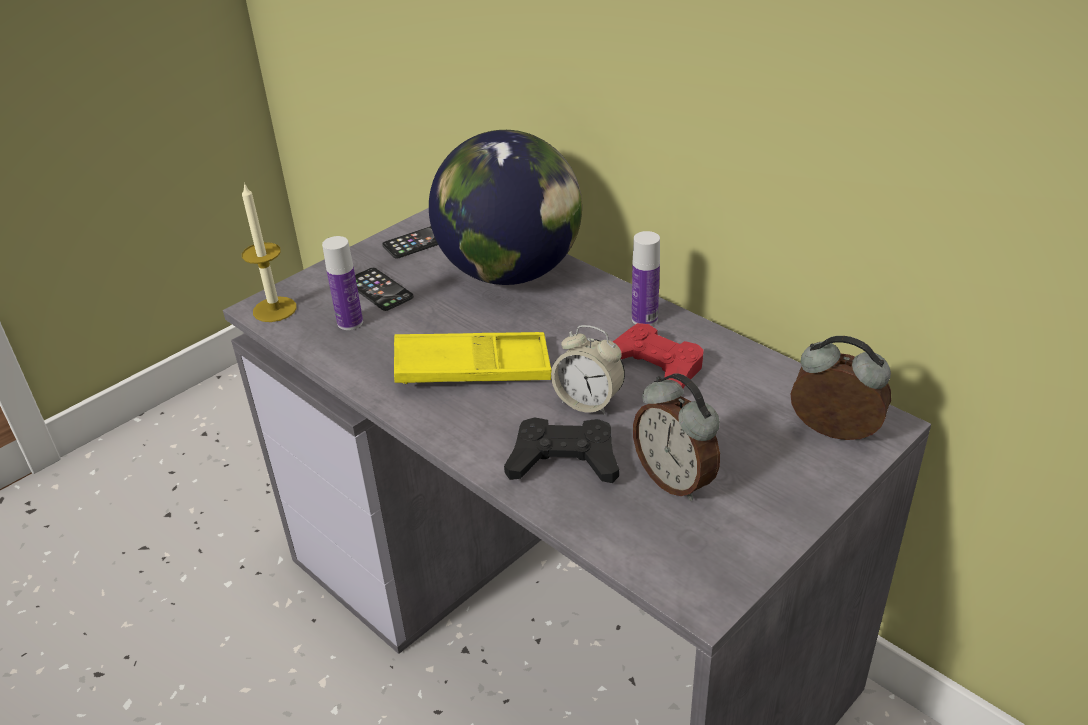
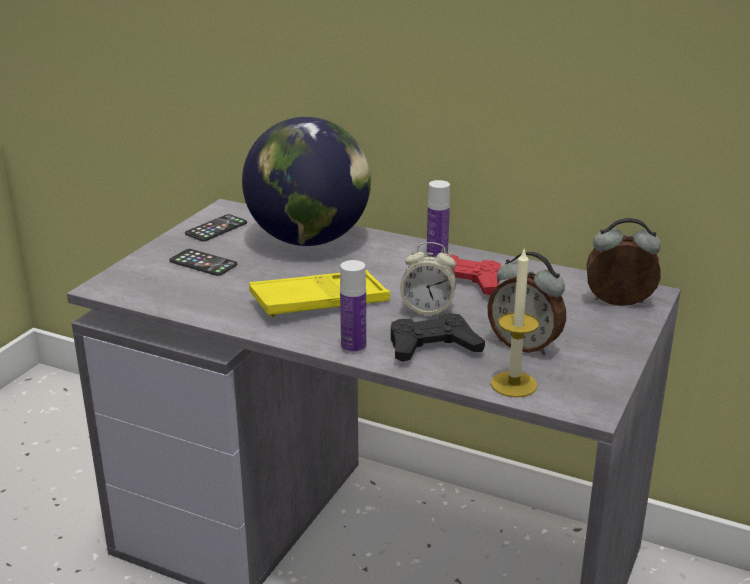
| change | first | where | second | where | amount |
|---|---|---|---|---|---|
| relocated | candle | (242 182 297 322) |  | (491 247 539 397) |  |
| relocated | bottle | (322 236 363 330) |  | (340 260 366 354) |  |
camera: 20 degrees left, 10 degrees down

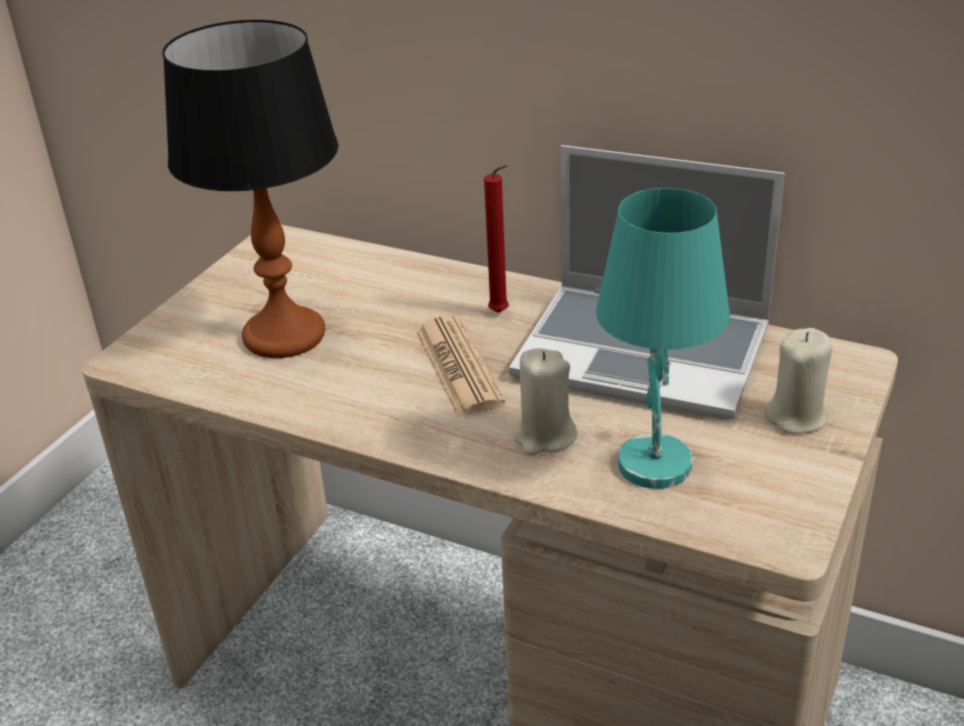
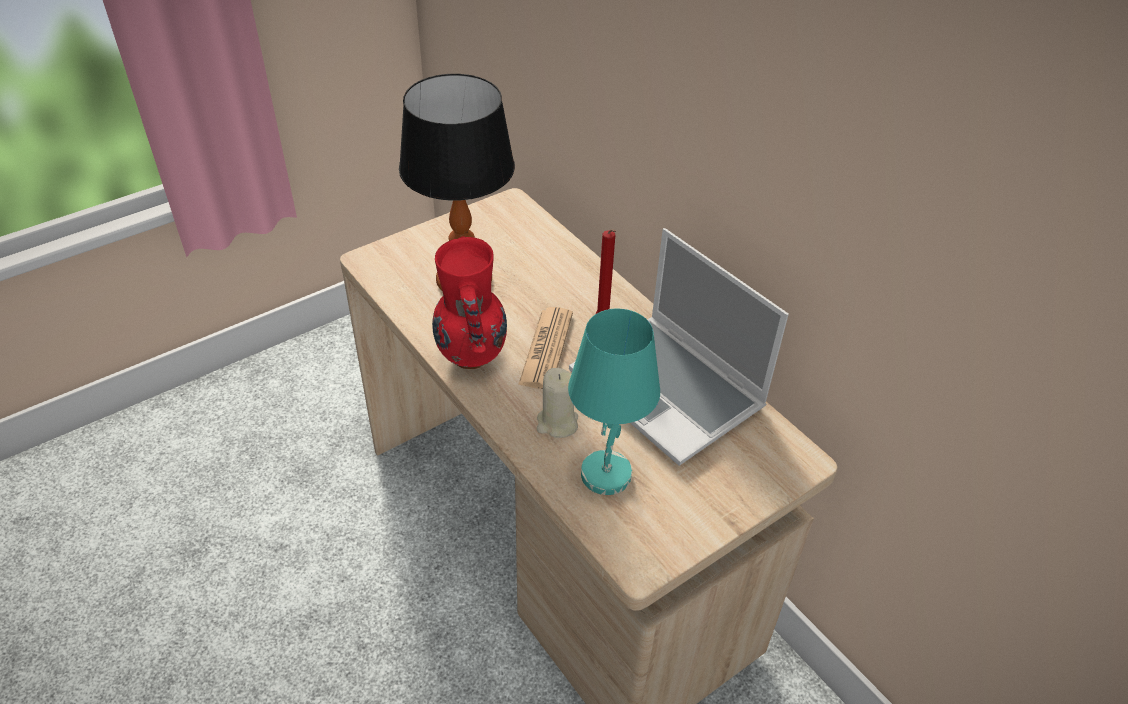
| change | first | where | second | where | amount |
|---|---|---|---|---|---|
| missing | beige candle | (764 328 832 434) |  |  |  |
| appeared |  |  | red vase | (432 236 507 370) |  |
camera: 25 degrees right, 10 degrees up

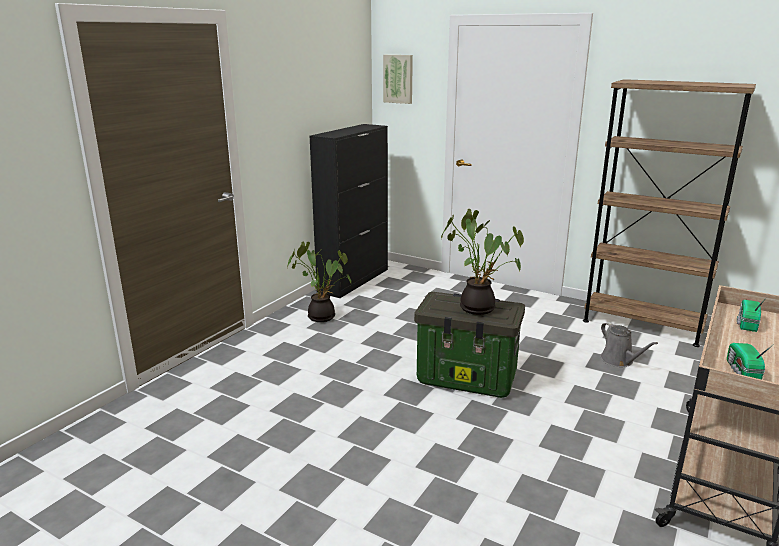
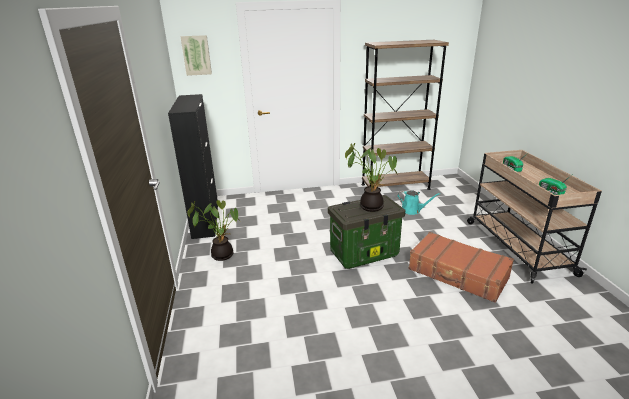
| change | first | where | second | where | amount |
|---|---|---|---|---|---|
| appeared |  |  | brown suitcase | (409 232 514 303) |  |
| colour | grey watering can | (600 322 658 367) | turquoise watering can | (397 190 440 215) |  |
camera: 40 degrees left, 5 degrees up

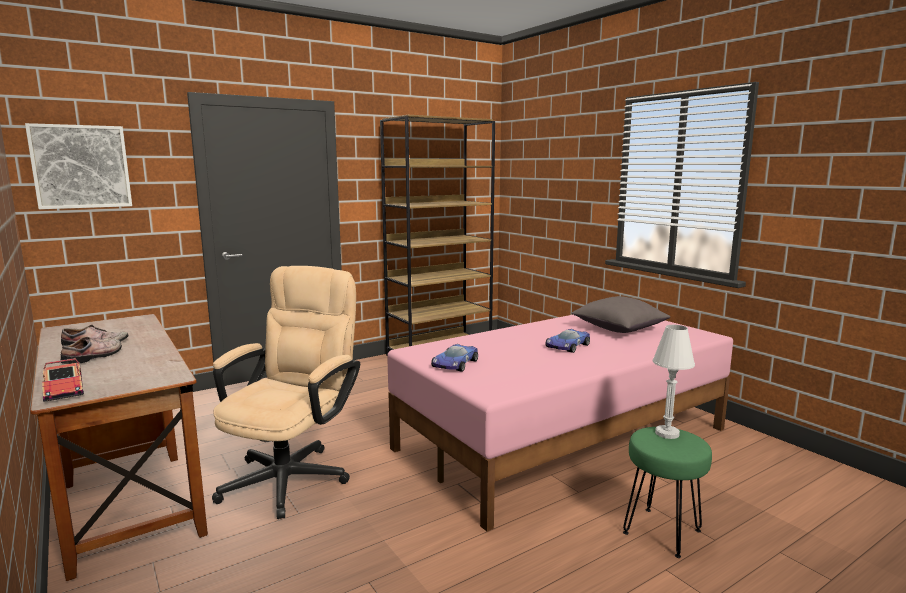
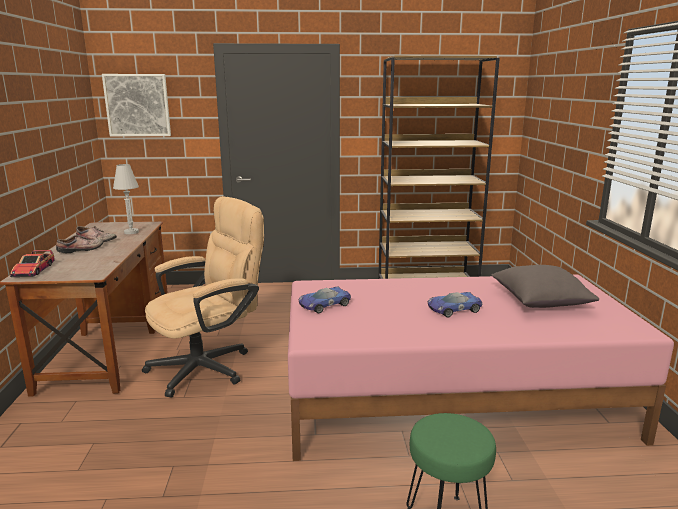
| change | first | where | second | where | amount |
|---|---|---|---|---|---|
| relocated | white table lamp | (653 325 695 439) |  | (113 164 139 234) |  |
camera: 30 degrees right, 5 degrees up

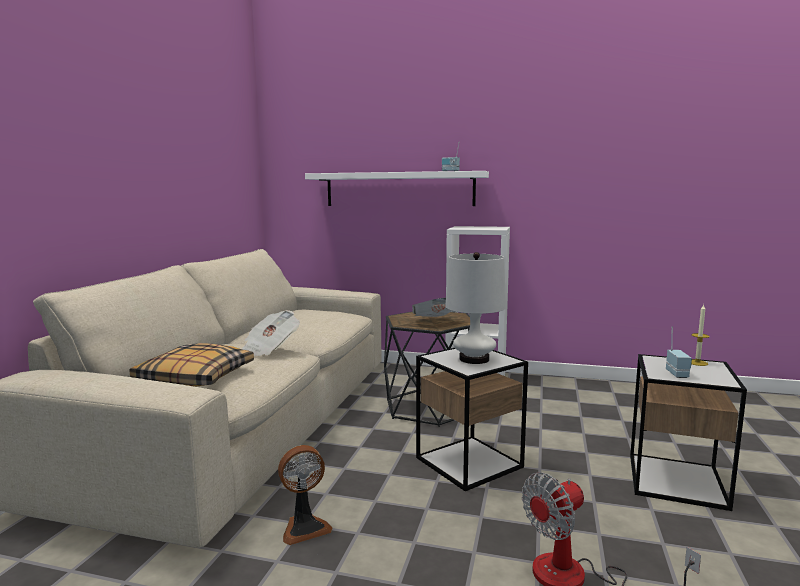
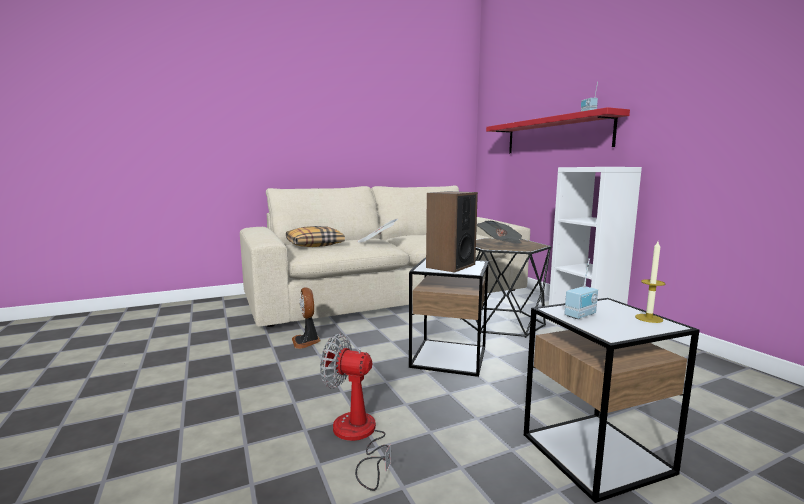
| change | first | where | second | where | amount |
|---|---|---|---|---|---|
| exchanged | white table lamp | (445 252 506 364) | speaker | (426 191 478 272) |  |
| colour | white shelf | (305 171 489 206) | red shelf | (486 107 630 153) |  |
| spun | fan | (278 445 333 545) |  | (292 287 321 349) | 45 degrees clockwise |
camera: 50 degrees right, 0 degrees up

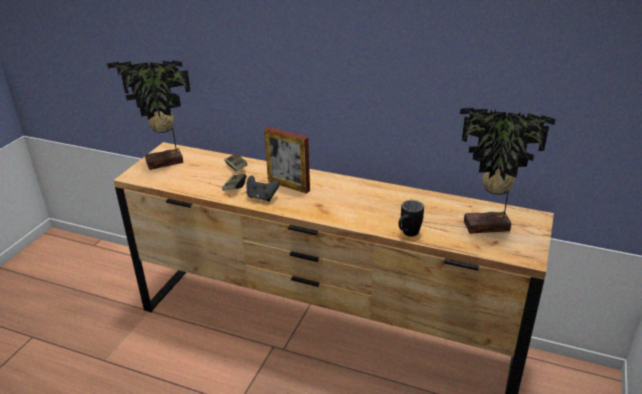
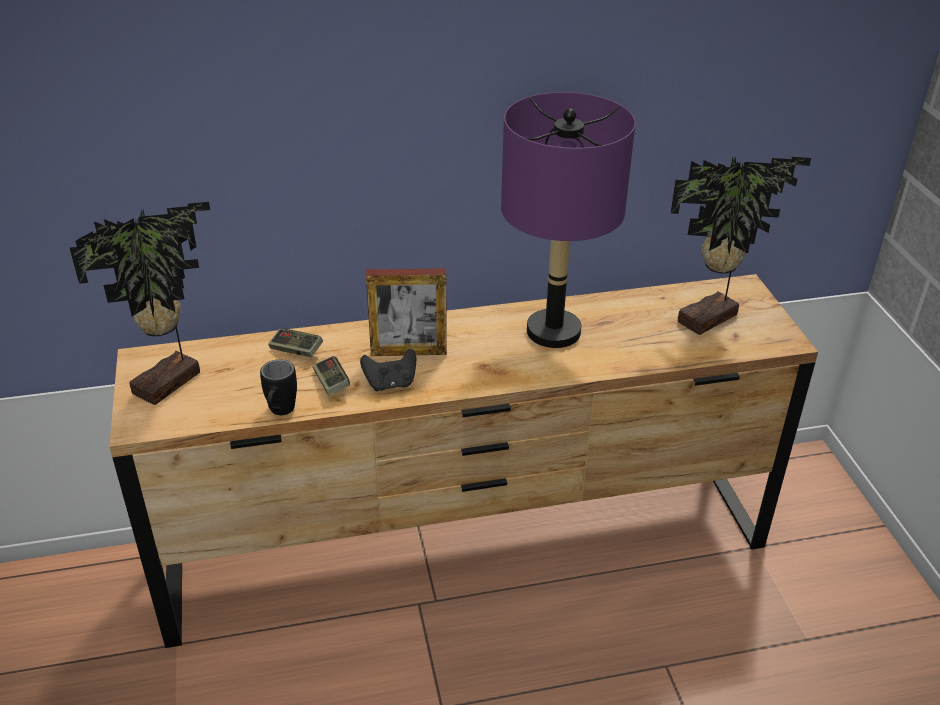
| change | first | where | second | where | amount |
|---|---|---|---|---|---|
| appeared |  |  | purple table lamp | (501 92 636 348) |  |
| relocated | black mug | (398 200 424 237) |  | (260 359 297 415) |  |
camera: 35 degrees left, 5 degrees up

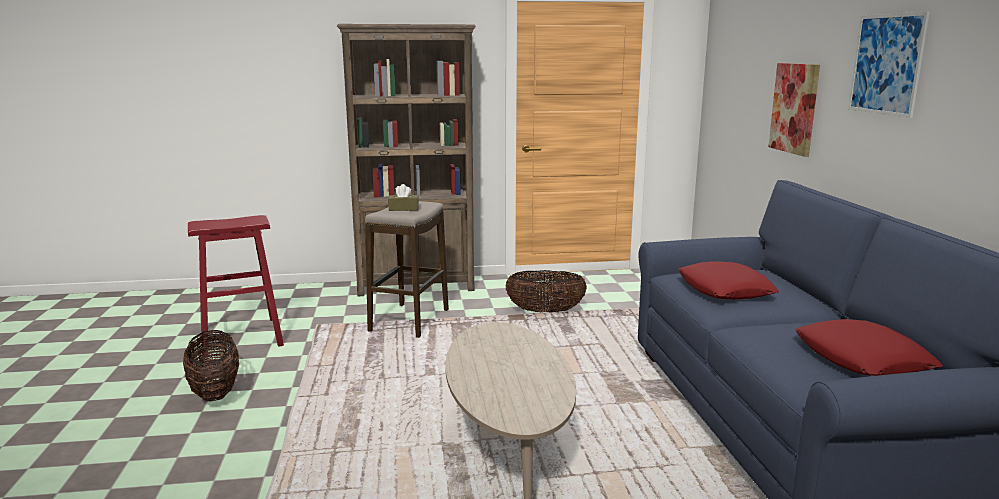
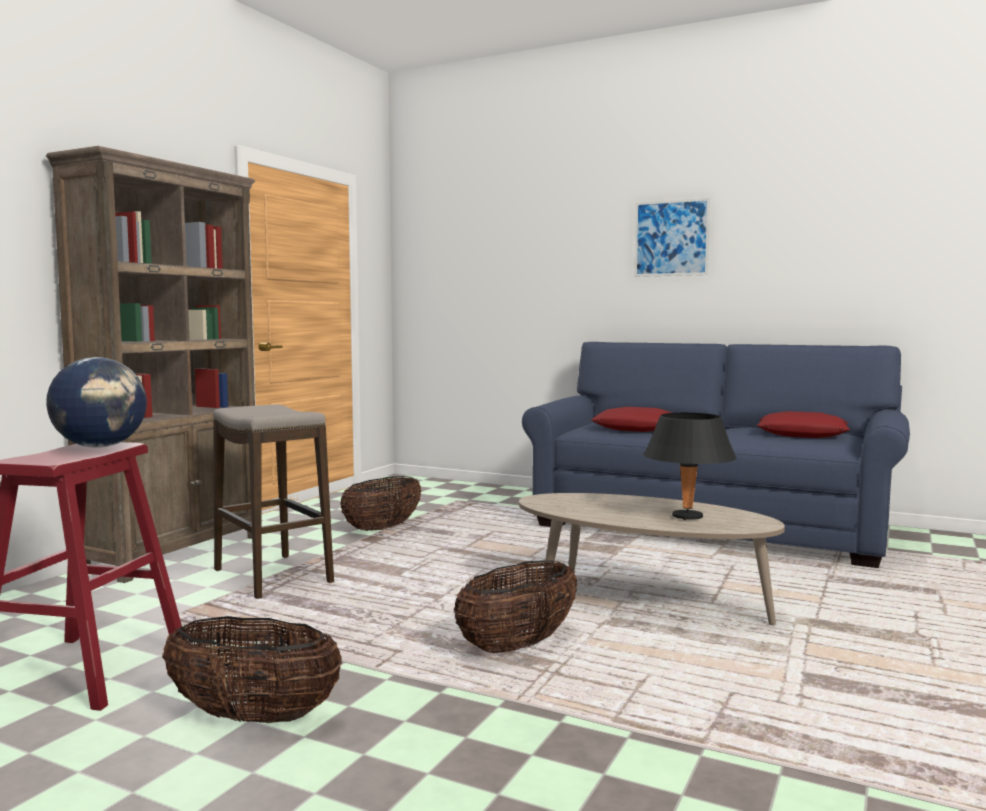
| change | first | where | second | where | amount |
|---|---|---|---|---|---|
| missing | brown tissue box | (388 184 419 211) |  |  |  |
| missing | picture | (768 63 820 157) |  |  |  |
| appeared |  |  | globe | (46 357 147 448) |  |
| appeared |  |  | basket | (454 560 578 653) |  |
| appeared |  |  | black table lamp | (643 413 736 520) |  |
camera: 55 degrees left, 10 degrees down

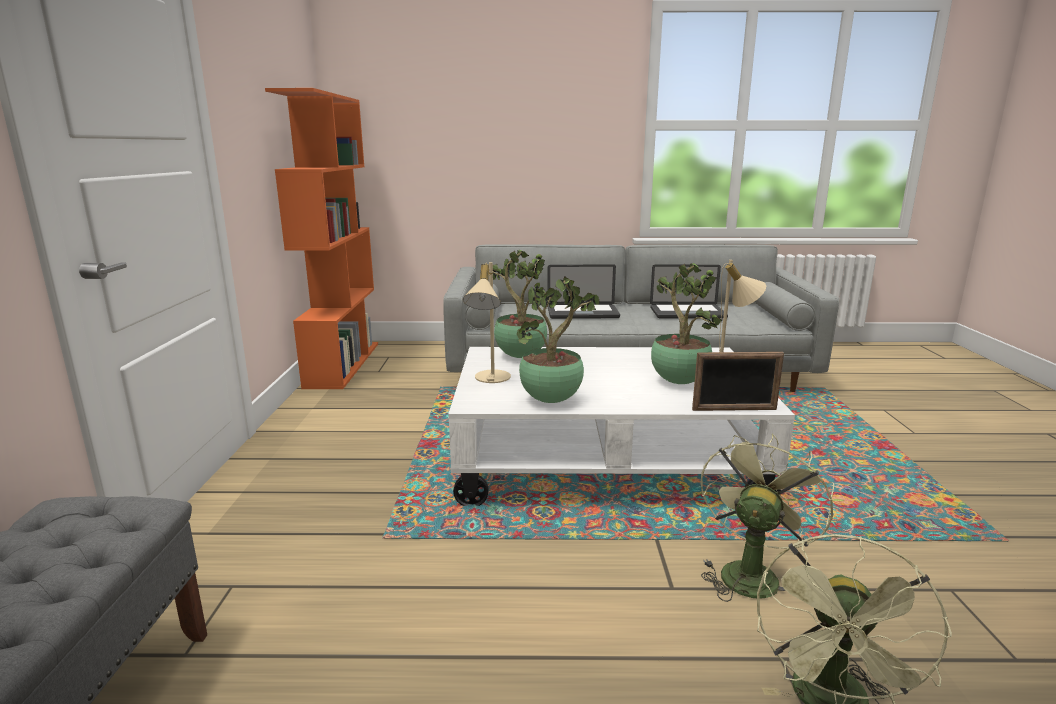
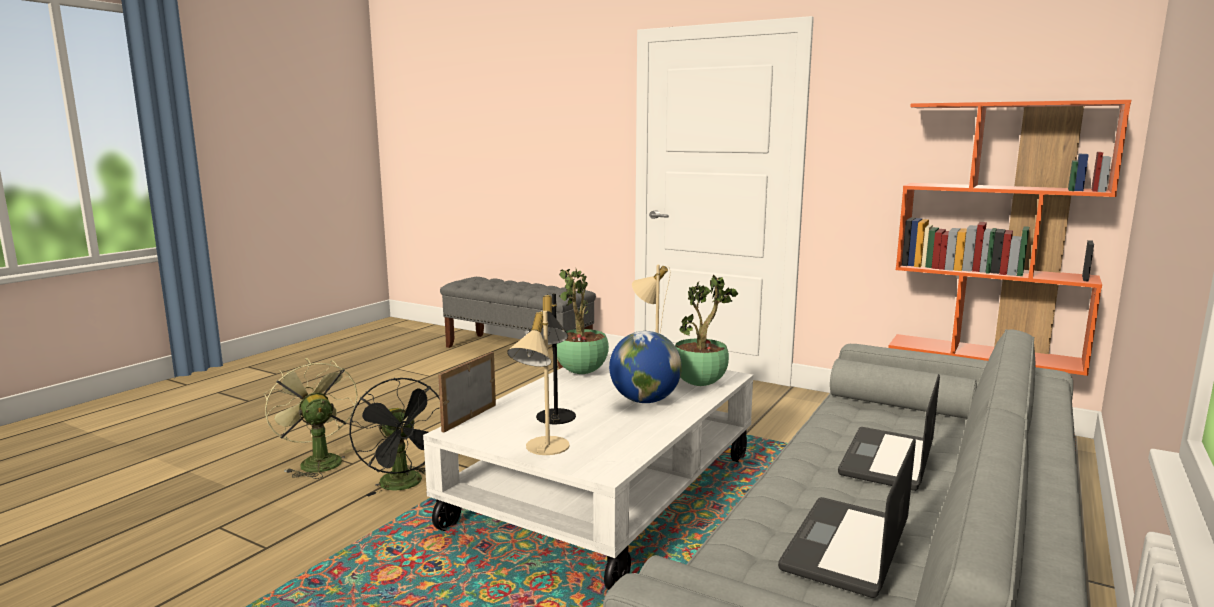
| change | first | where | second | where | amount |
|---|---|---|---|---|---|
| appeared |  |  | globe | (609 331 682 403) |  |
| exchanged | potted plant | (651 263 722 384) | black table lamp | (528 293 576 424) |  |
| colour | green fan | (700 433 834 602) | black fan | (349 378 440 497) |  |
camera: 120 degrees right, 5 degrees down

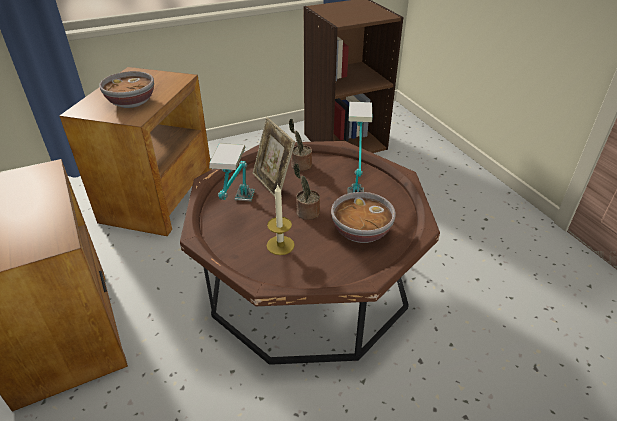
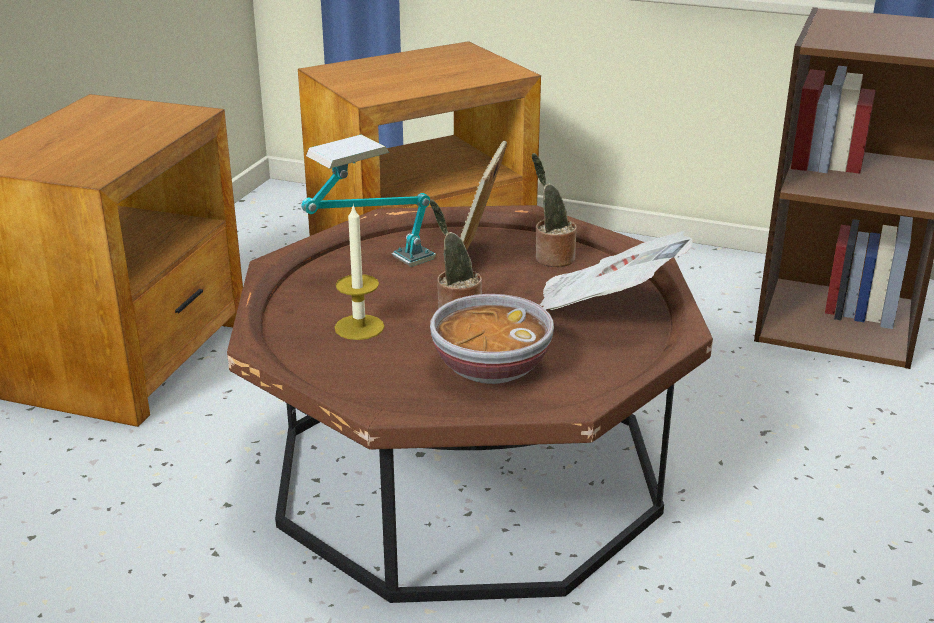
| change | first | where | second | where | amount |
|---|---|---|---|---|---|
| missing | bowl | (99 71 154 108) |  |  |  |
| exchanged | table lamp | (348 102 373 194) | newspaper | (540 231 693 310) |  |
camera: 45 degrees right, 10 degrees down

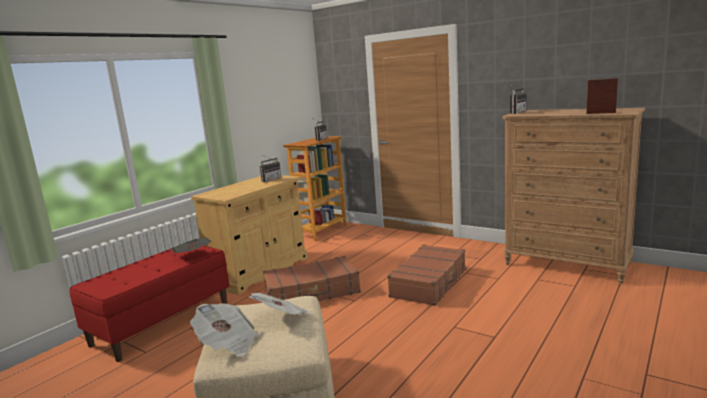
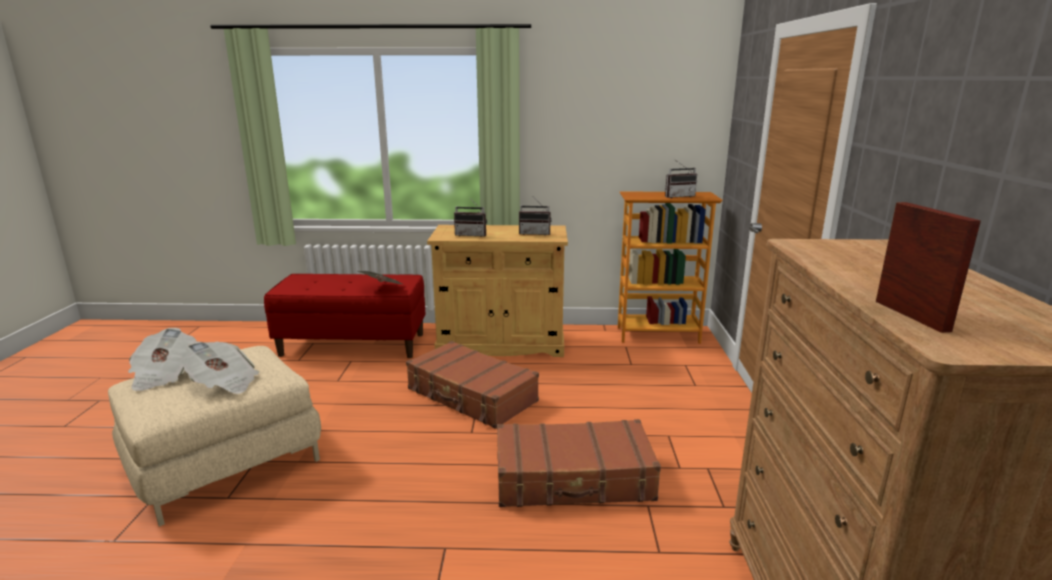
| change | first | where | second | where | amount |
|---|---|---|---|---|---|
| relocated | radio | (509 84 527 114) |  | (454 197 487 237) |  |
camera: 55 degrees right, 5 degrees up

